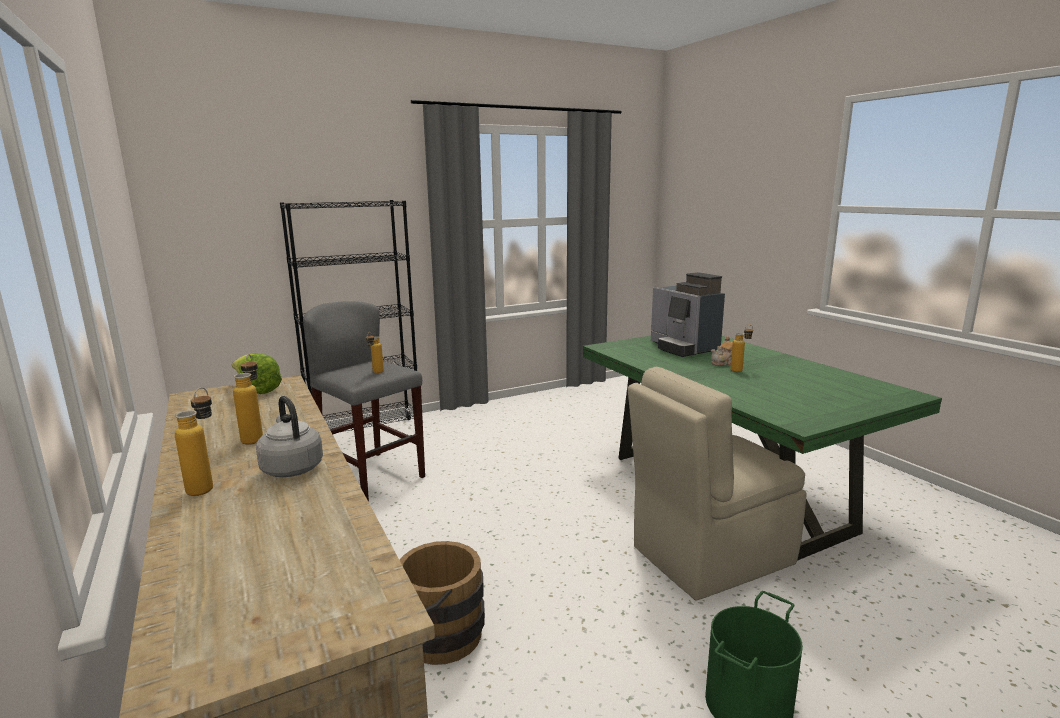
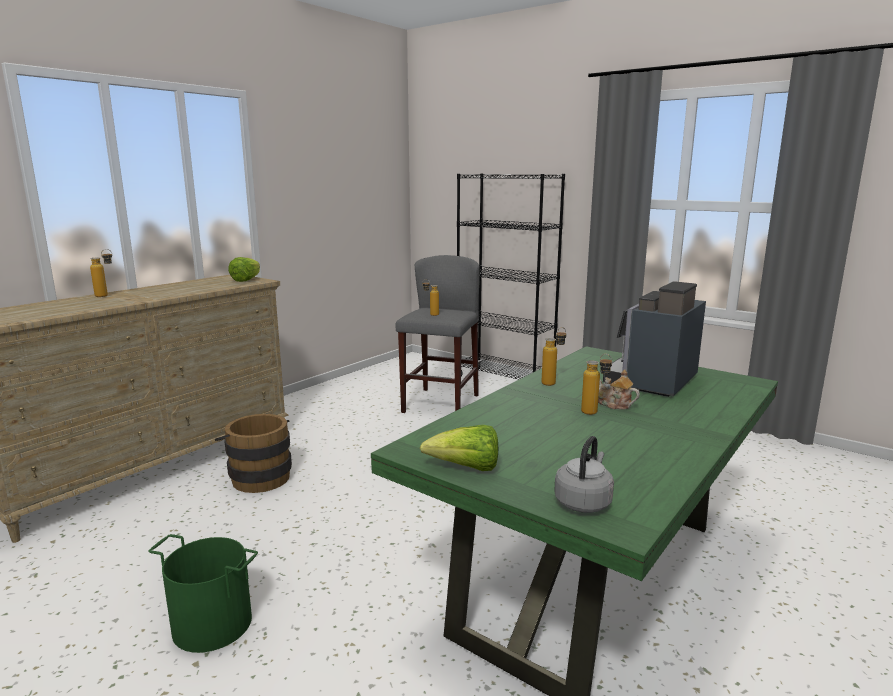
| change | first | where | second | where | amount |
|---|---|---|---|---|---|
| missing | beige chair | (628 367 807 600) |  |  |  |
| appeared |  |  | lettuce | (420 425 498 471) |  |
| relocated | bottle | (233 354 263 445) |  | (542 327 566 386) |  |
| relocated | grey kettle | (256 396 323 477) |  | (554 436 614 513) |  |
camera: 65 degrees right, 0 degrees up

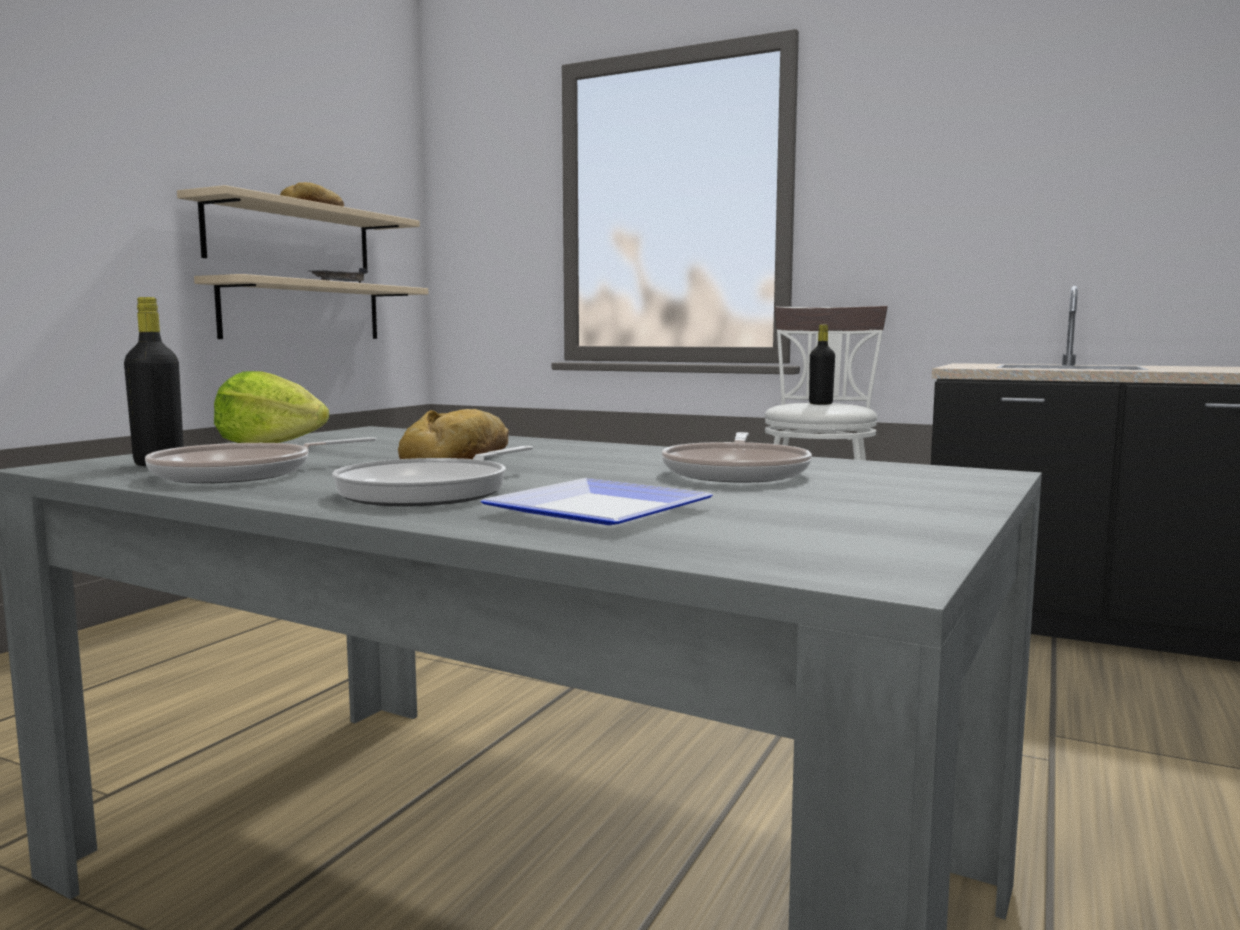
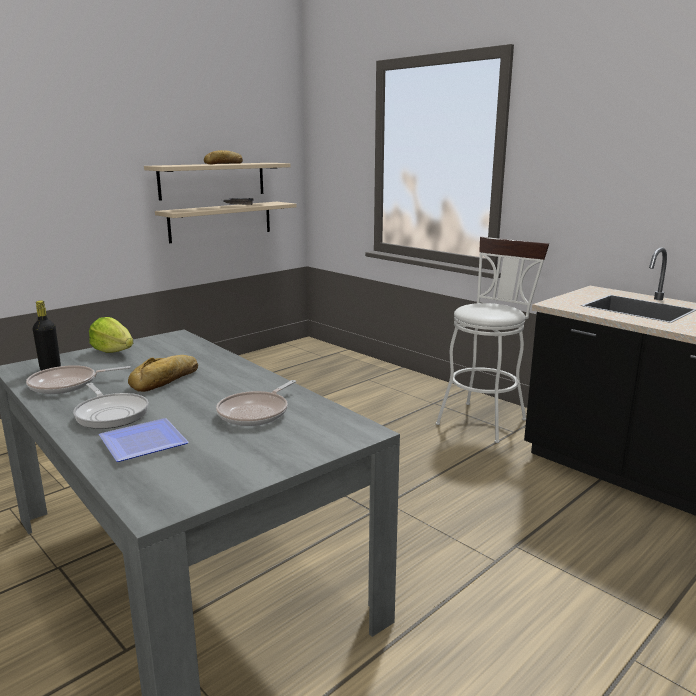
| change | first | where | second | where | amount |
|---|---|---|---|---|---|
| missing | black bottle | (809 325 835 405) |  |  |  |
| spun | frying pan | (332 446 533 507) |  | (73 383 149 429) | 90 degrees counterclockwise |
camera: 20 degrees right, 10 degrees up

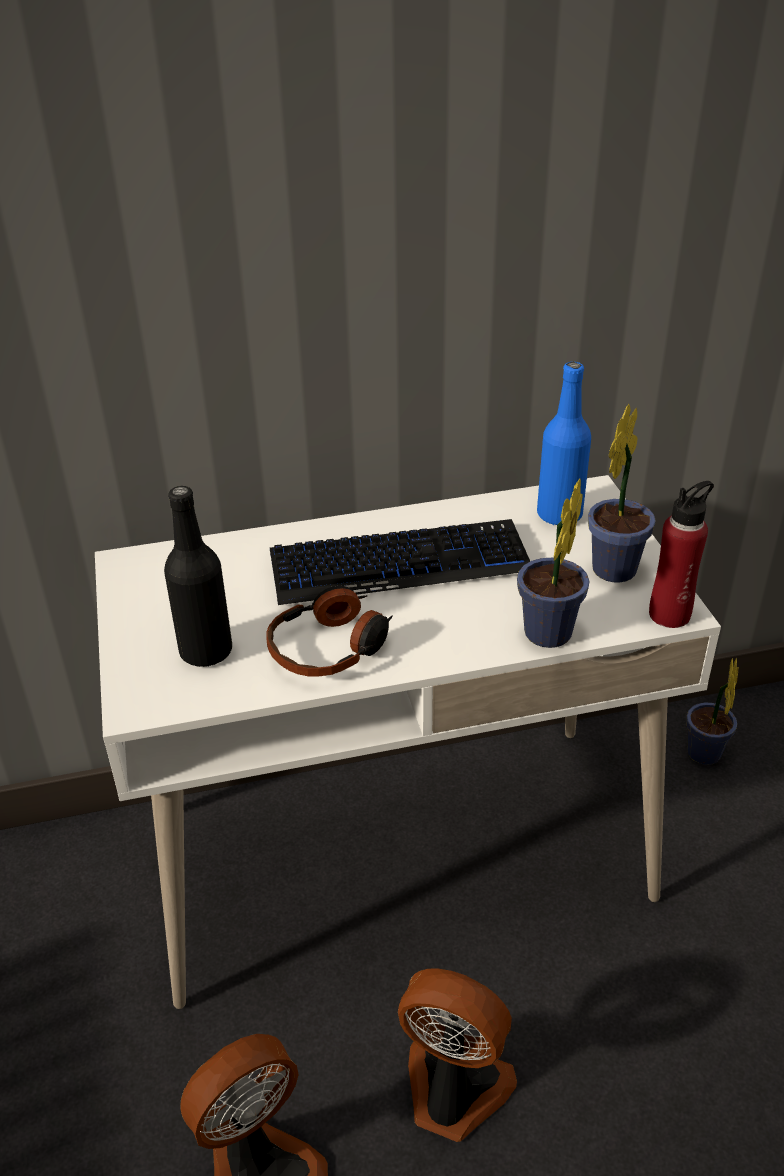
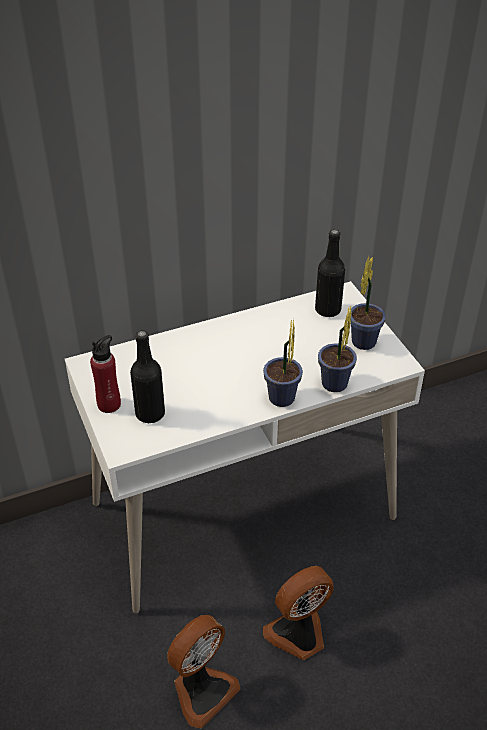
| change | first | where | second | where | amount |
|---|---|---|---|---|---|
| missing | headphones | (266 586 393 677) |  |  |  |
| missing | keyboard | (270 519 530 605) |  |  |  |
| relocated | red bottle | (649 481 714 628) |  | (90 335 121 413) |  |
| relocated | potted plant | (686 658 738 765) |  | (263 319 303 407) |  |
| colour | blue bottle | (537 362 591 525) | black bottle | (315 229 345 317) |  |
| spun | fan | (398 968 517 1142) |  | (263 566 333 660) | 45 degrees counterclockwise |
camera: 10 degrees left, 5 degrees up

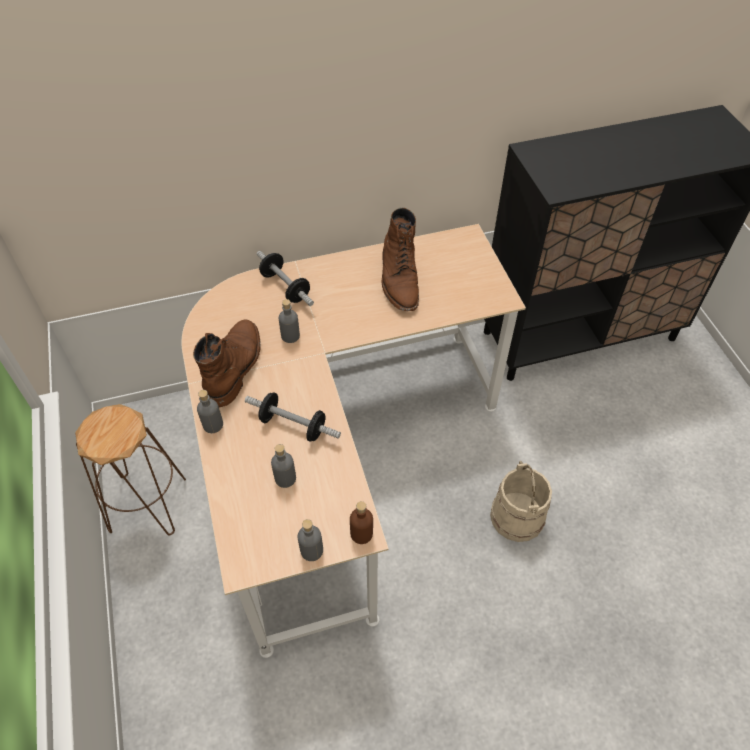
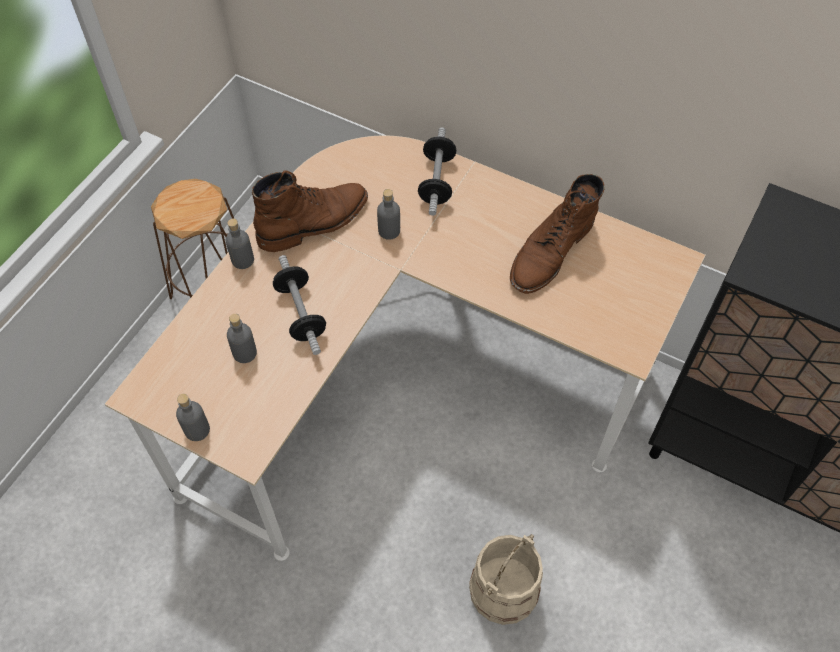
| change | first | where | second | where | amount |
|---|---|---|---|---|---|
| missing | brown bottle | (350 501 373 544) |  |  |  |
camera: 45 degrees right, 5 degrees up

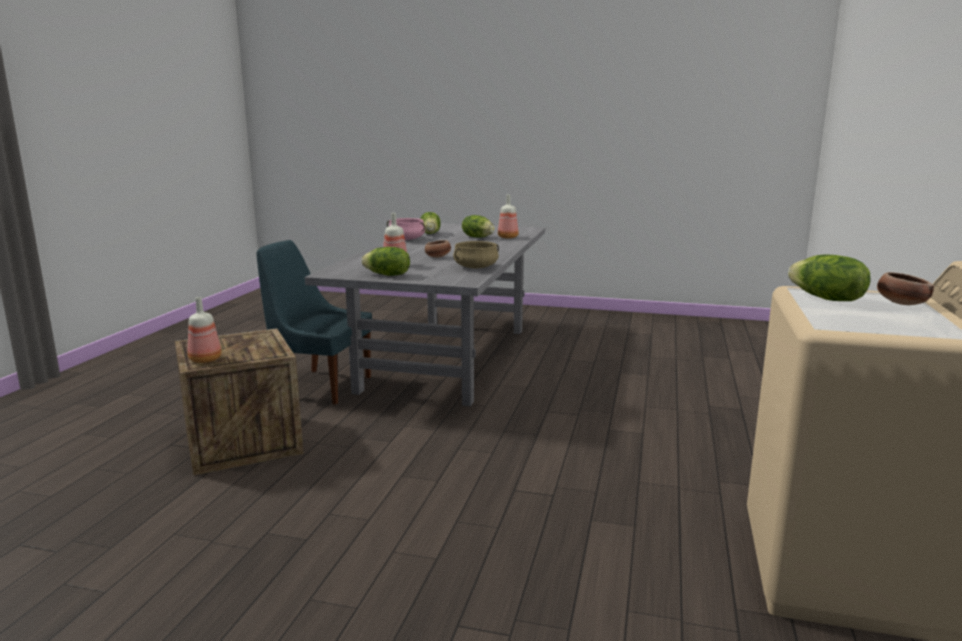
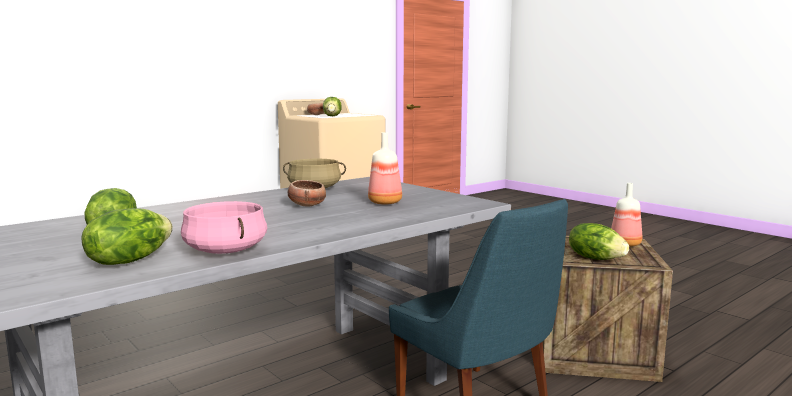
| change | first | where | second | where | amount |
|---|---|---|---|---|---|
| missing | bottle | (498 195 519 238) |  |  |  |
| relocated | lettuce | (362 247 410 276) |  | (569 223 629 260) |  |
camera: 145 degrees left, 5 degrees down

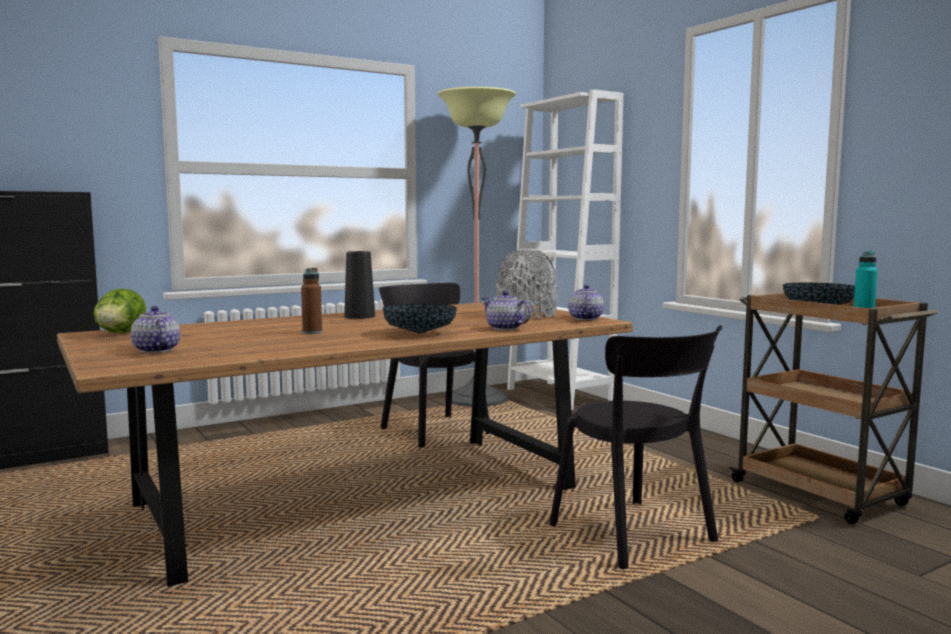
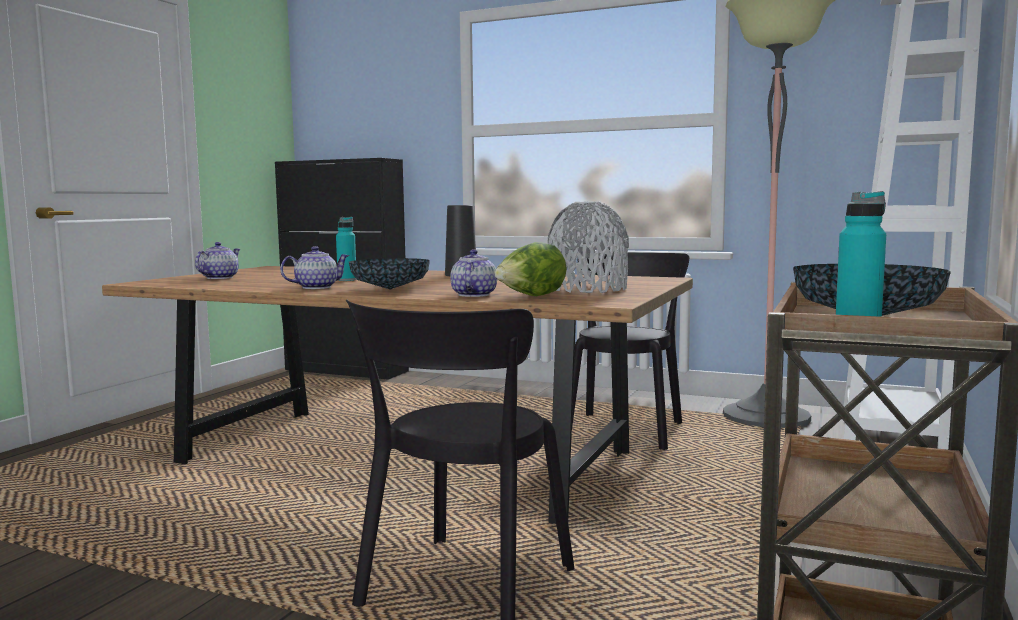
| change | first | where | second | where | amount |
|---|---|---|---|---|---|
| relocated | lettuce | (93 288 146 333) |  | (495 242 567 296) |  |
| relocated | teapot | (568 285 604 320) |  | (280 246 350 289) |  |
| colour | brown bottle | (301 268 322 334) | turquoise bottle | (336 217 357 281) |  |
camera: 55 degrees right, 0 degrees up

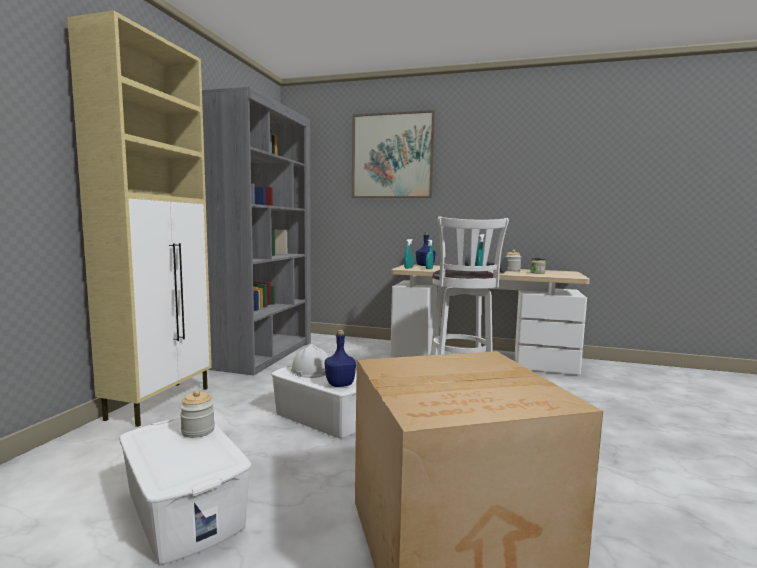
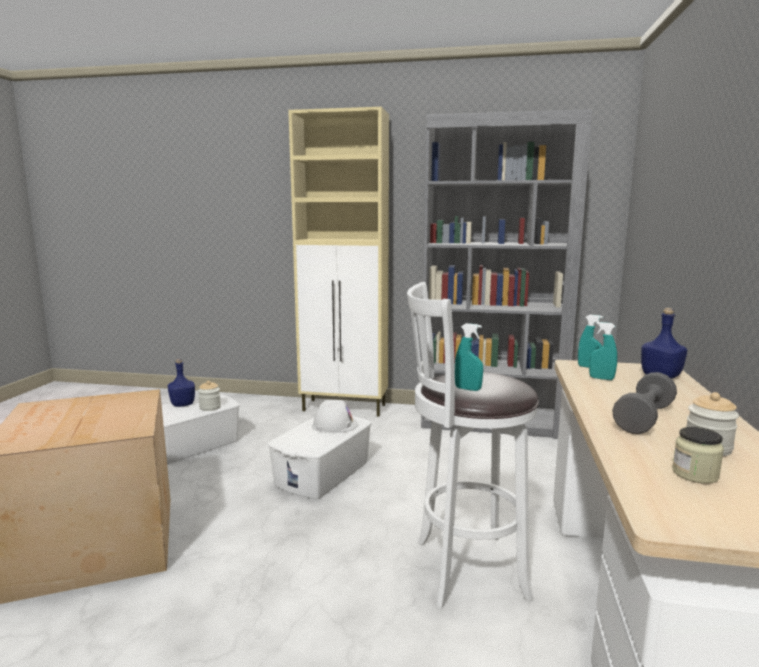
| change | first | where | second | where | amount |
|---|---|---|---|---|---|
| missing | picture | (352 110 435 198) |  |  |  |
| relocated | blue bottle | (325 330 356 387) |  | (168 359 195 407) |  |
camera: 85 degrees right, 5 degrees up

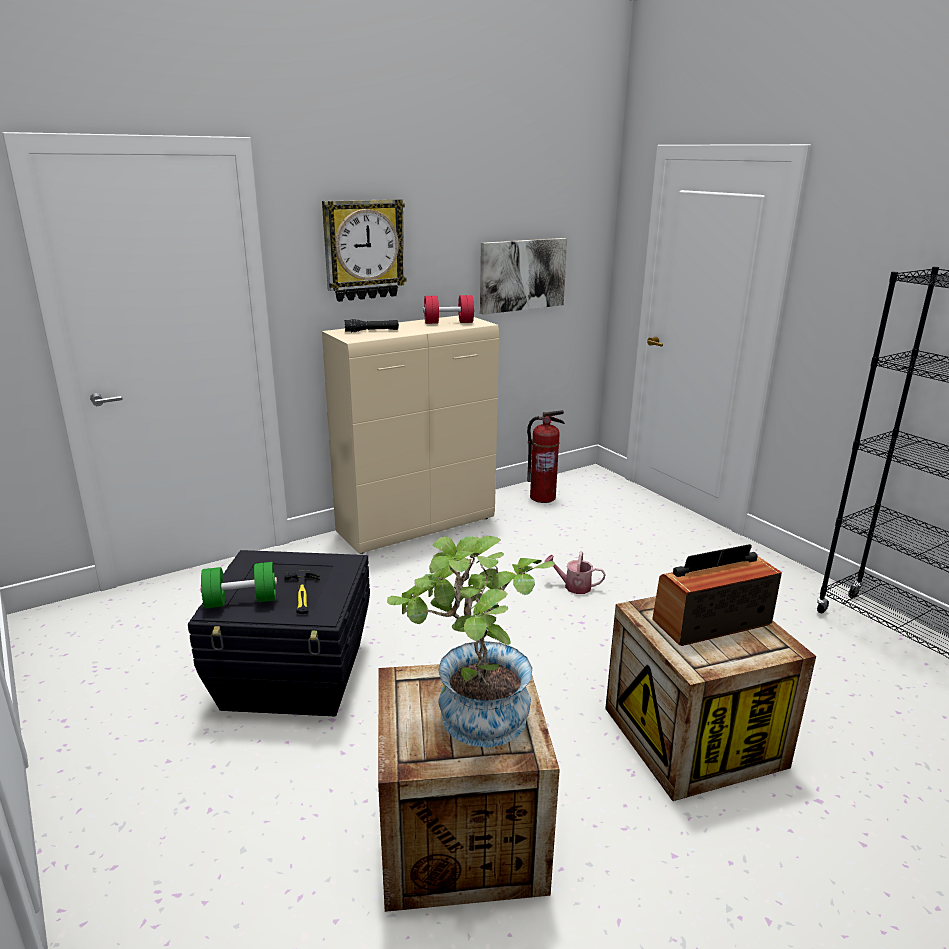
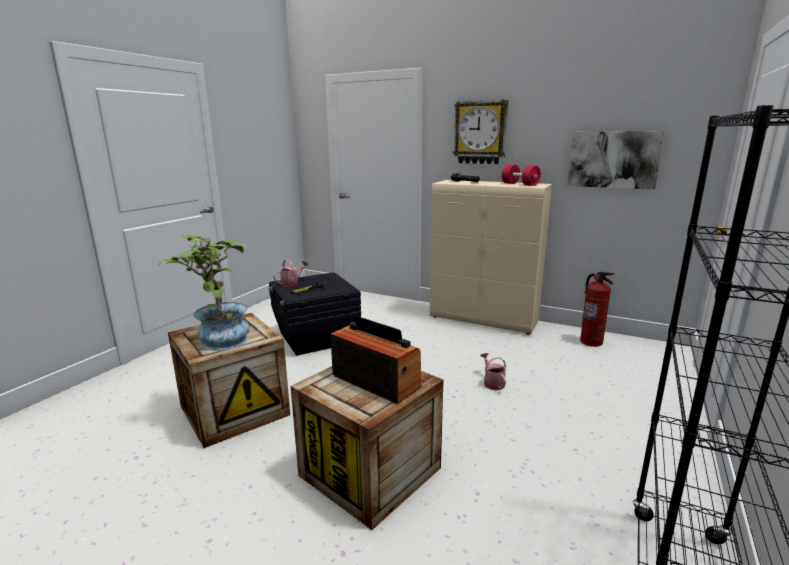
| change | first | where | second | where | amount |
|---|---|---|---|---|---|
| exchanged | green dumbbell | (200 562 277 608) | watering can | (273 259 309 287) |  |
camera: 60 degrees right, 5 degrees down

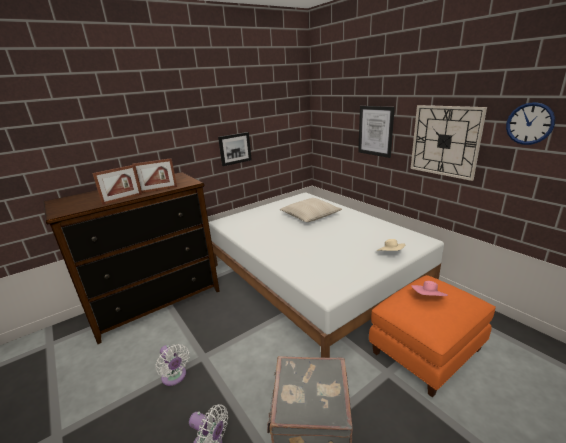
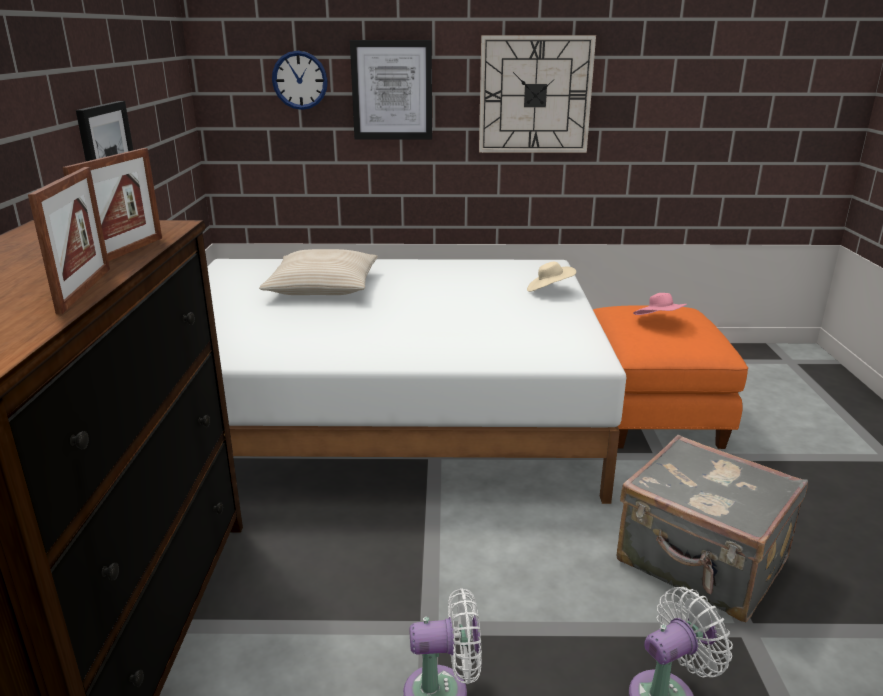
| change | first | where | second | where | amount |
|---|---|---|---|---|---|
| relocated | wall clock | (506 102 555 145) |  | (272 51 328 110) |  |
camera: 55 degrees left, 0 degrees up

